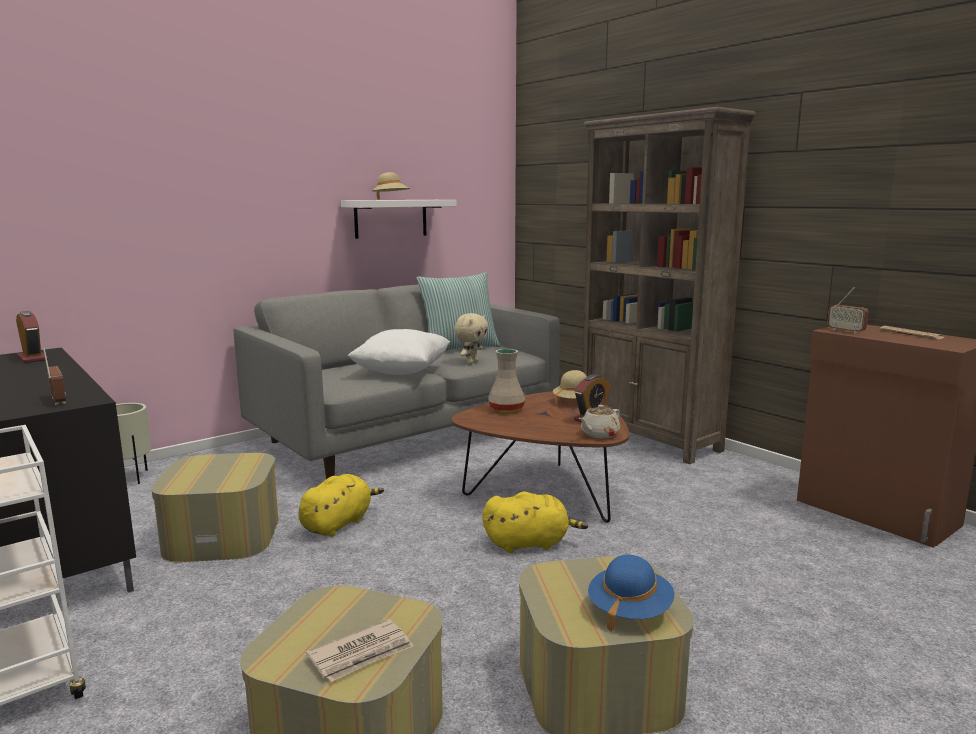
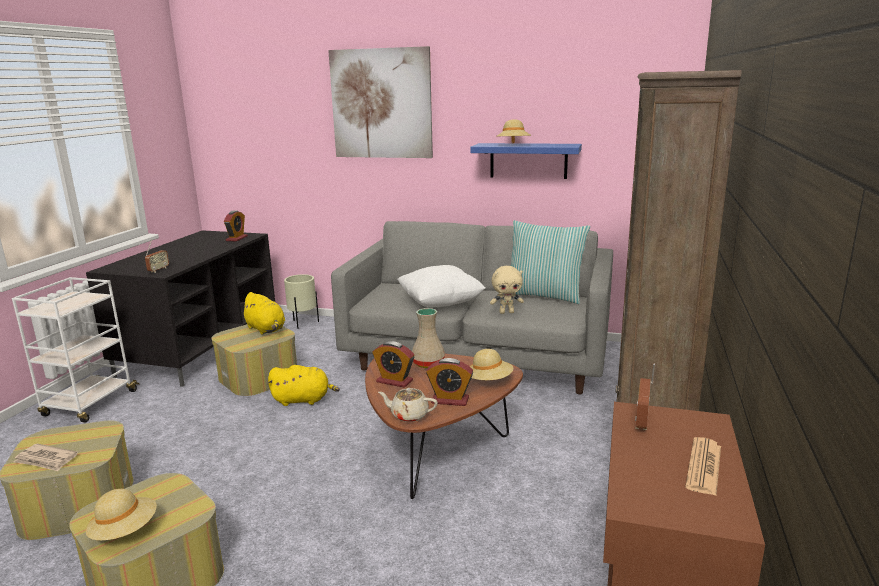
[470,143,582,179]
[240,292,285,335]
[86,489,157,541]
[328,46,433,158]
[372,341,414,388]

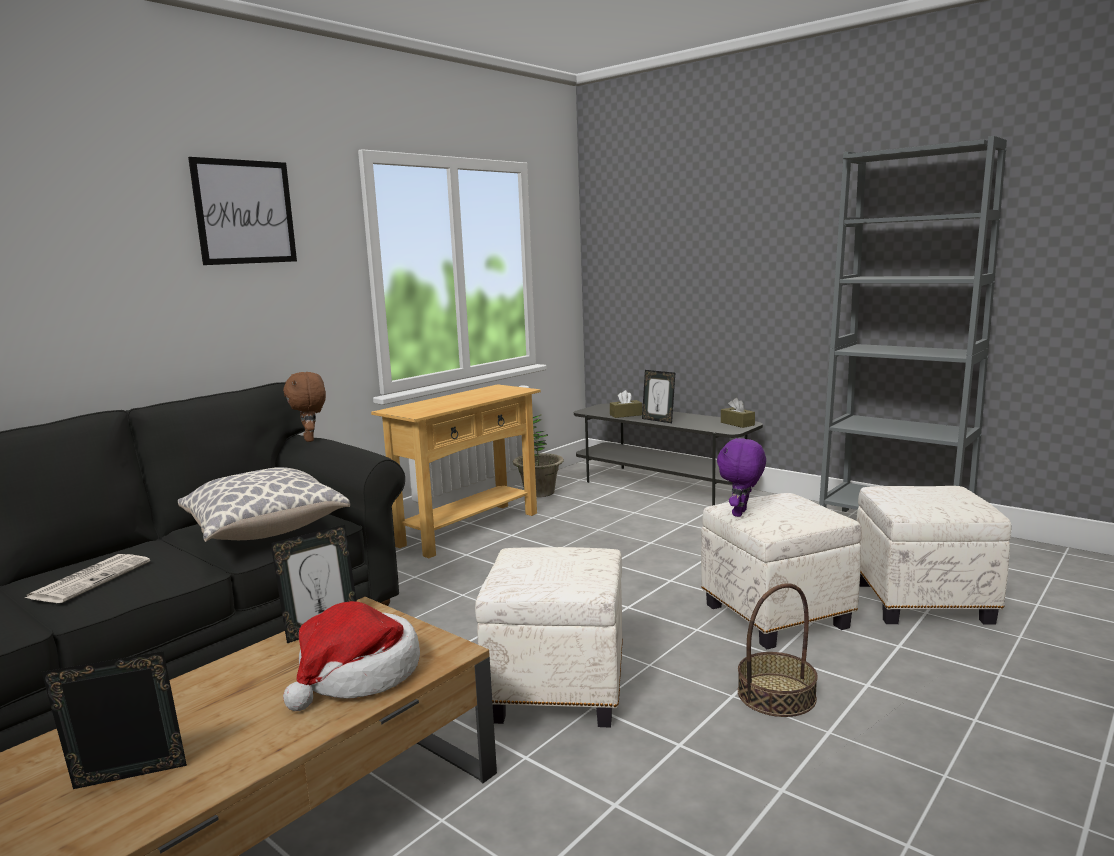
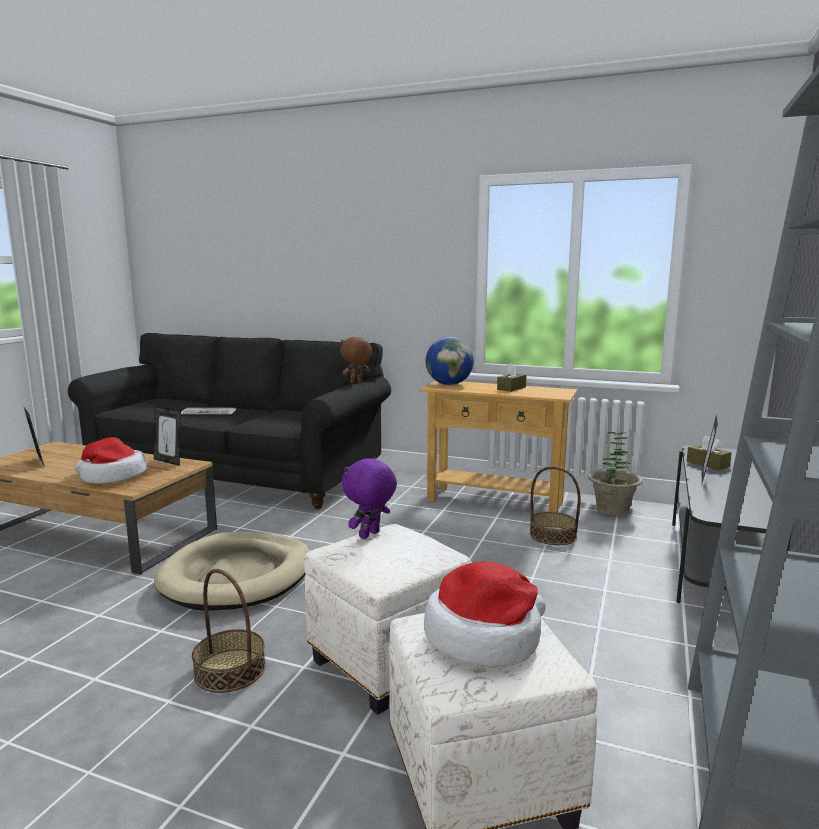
[188,157,297,265] (first image)
[497,363,526,392]
[342,457,397,539]
[178,467,350,542] (first image)
[154,532,310,611]
[426,337,474,385]
[530,466,580,545]
[424,562,546,667]

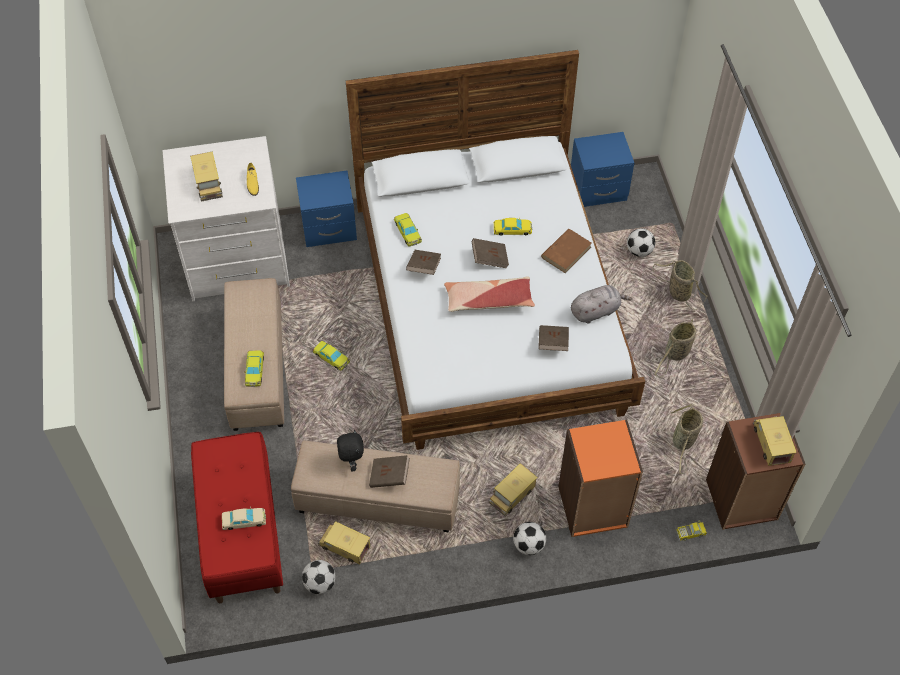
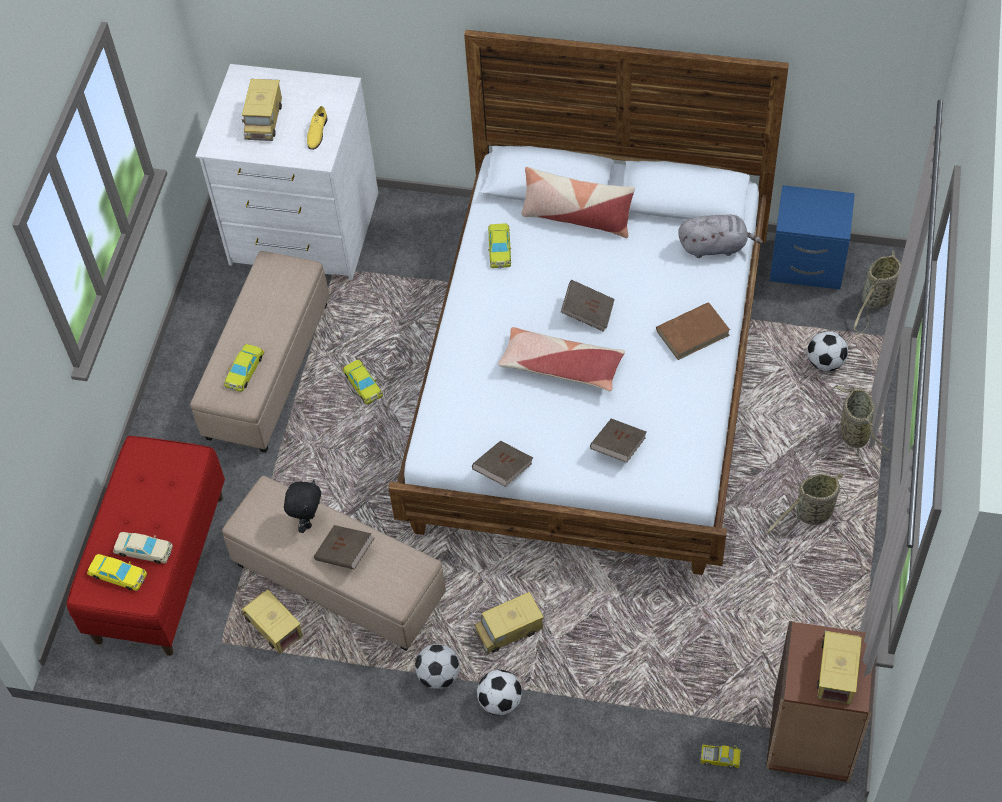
[296,170,357,247] (first image)
[87,554,147,591]
[472,441,533,487]
[678,215,763,258]
[853,251,901,332]
[558,419,643,537] (first image)
[415,644,460,689]
[521,167,635,238]

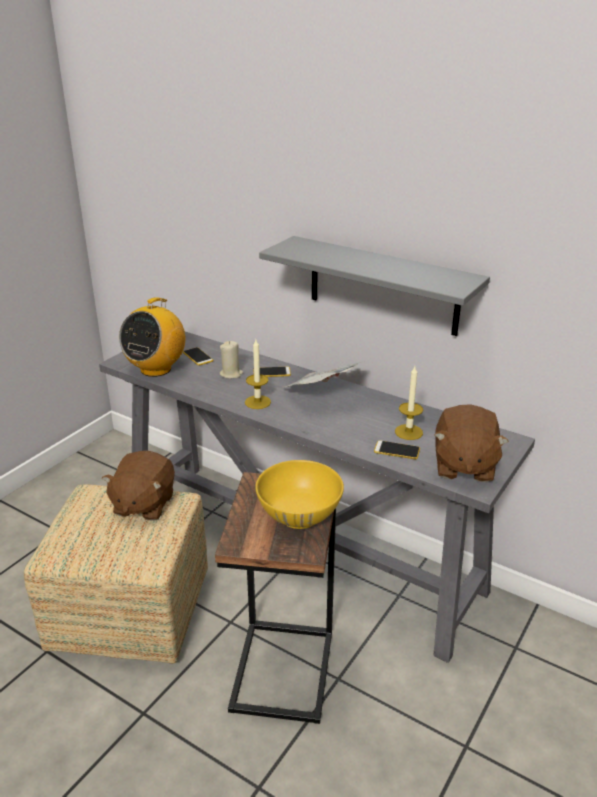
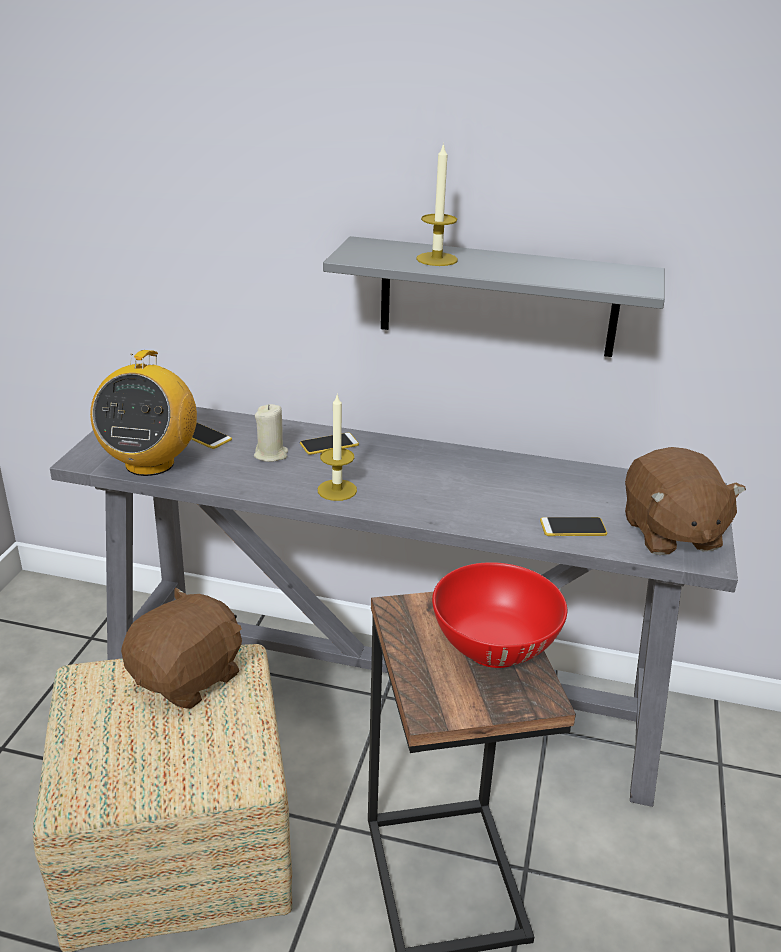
[281,362,361,388] (first image)
[416,143,458,266]
[121,587,242,709]
[432,562,567,668]

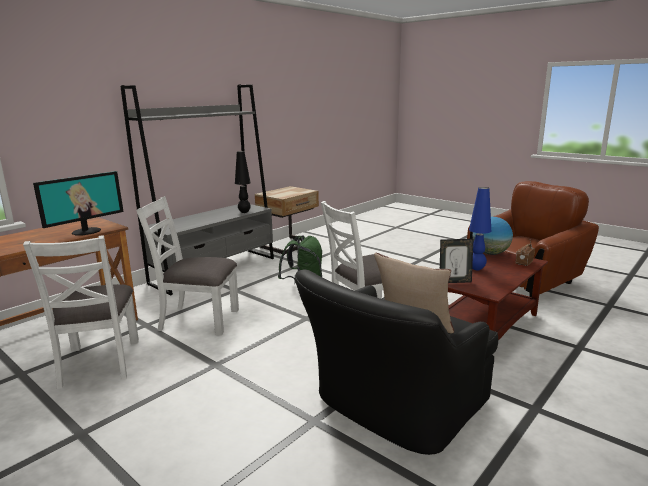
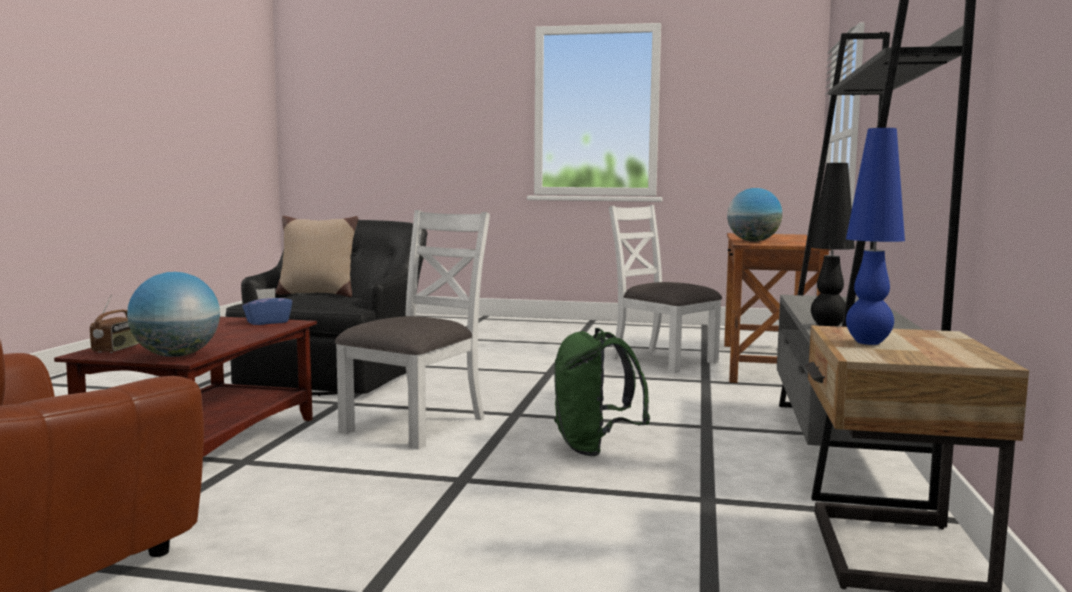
[727,188,782,242]
[846,128,905,345]
[136,196,239,335] (first image)
[242,288,292,325]

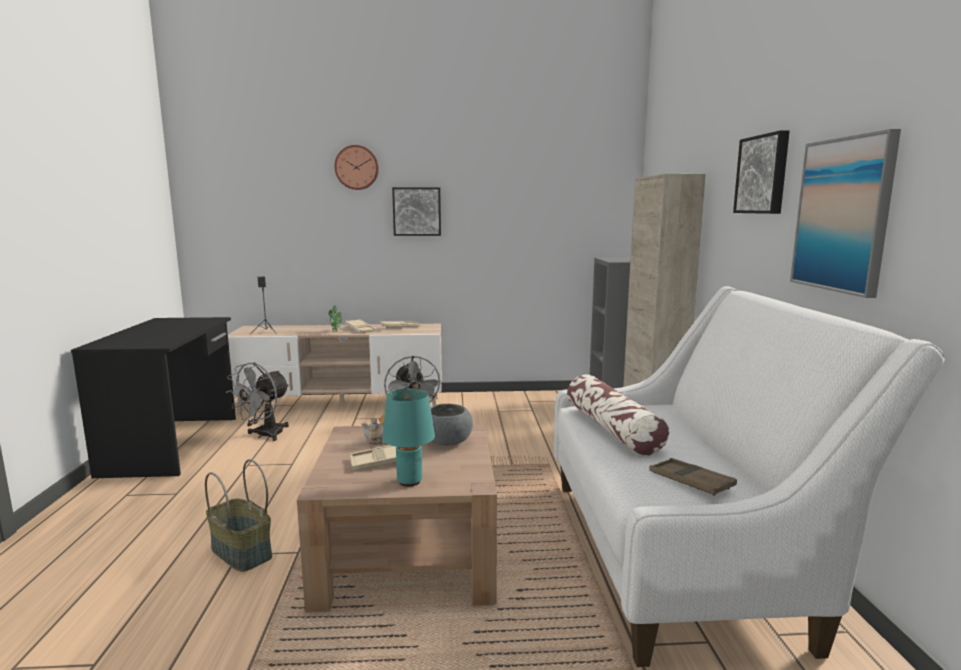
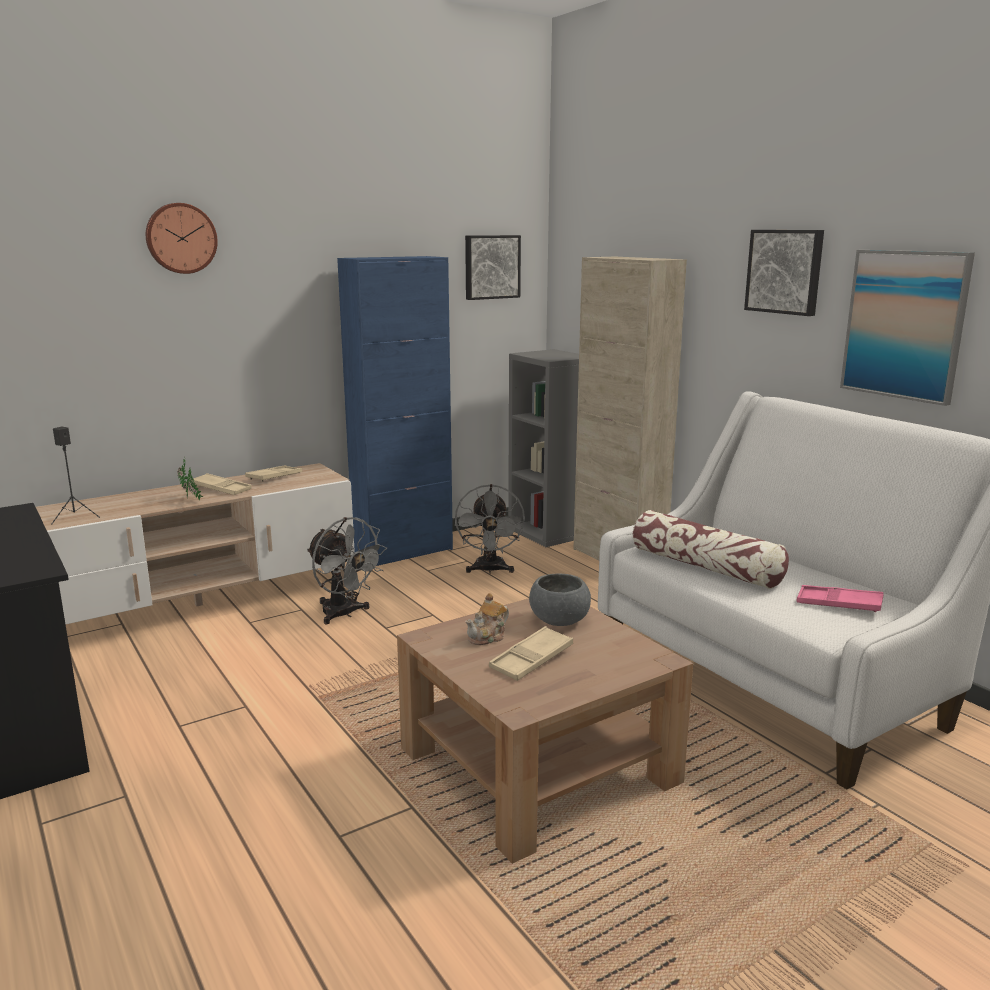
[465,235,521,300]
[455,484,525,574]
[382,388,435,487] (first image)
[797,585,884,612]
[205,459,272,572] (first image)
[337,256,453,566]

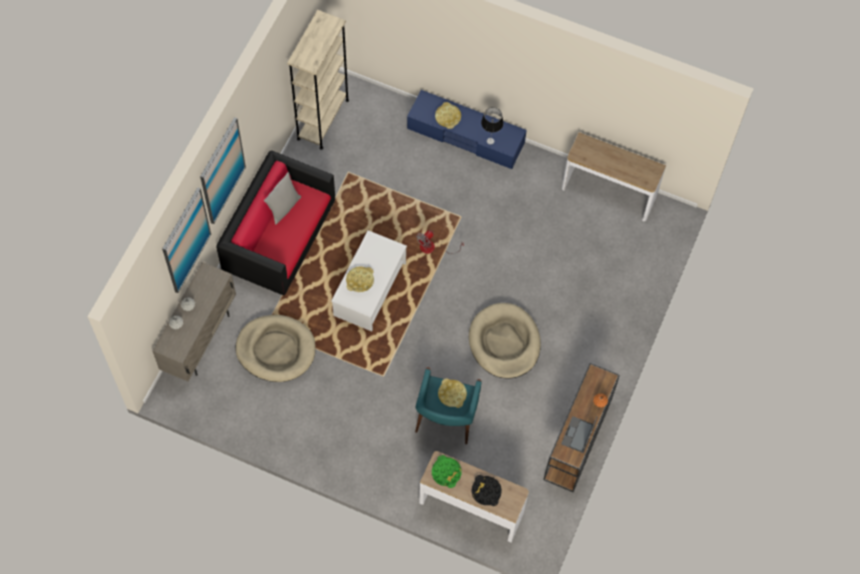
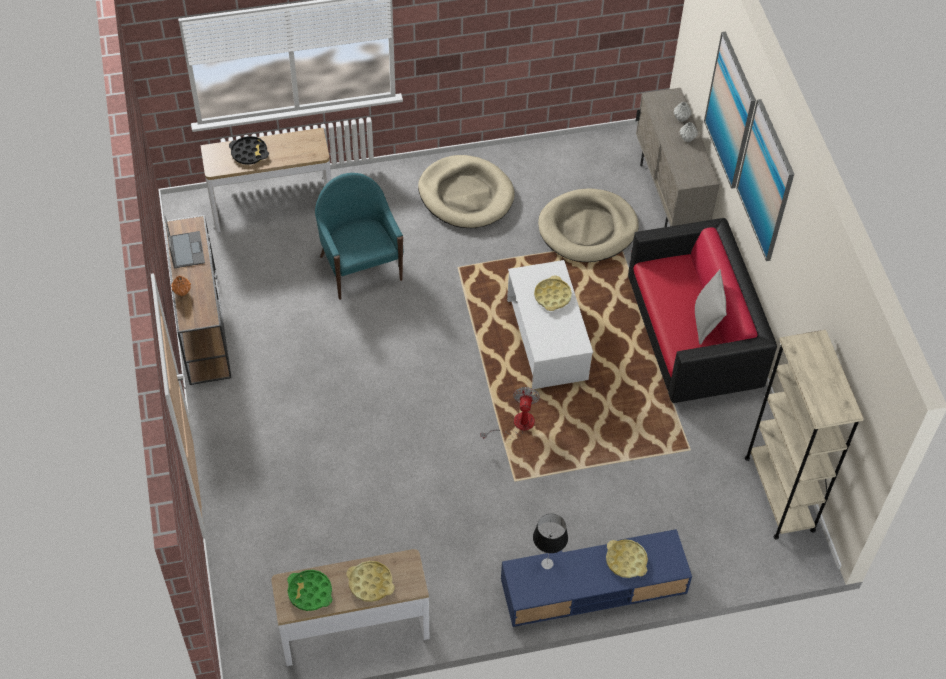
[418,155,515,228]
[346,561,395,602]
[287,570,332,611]

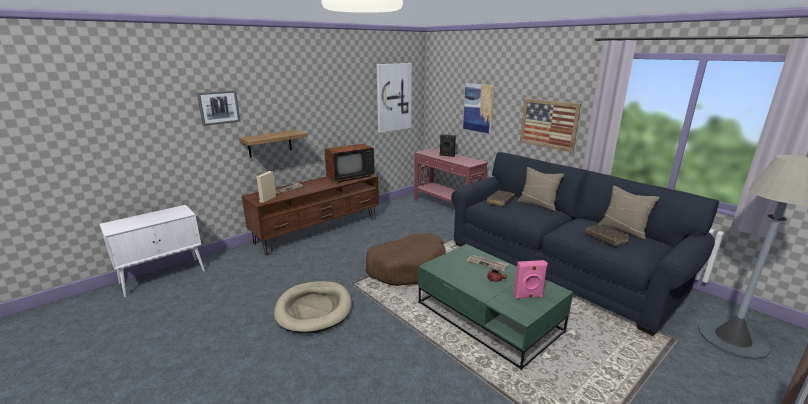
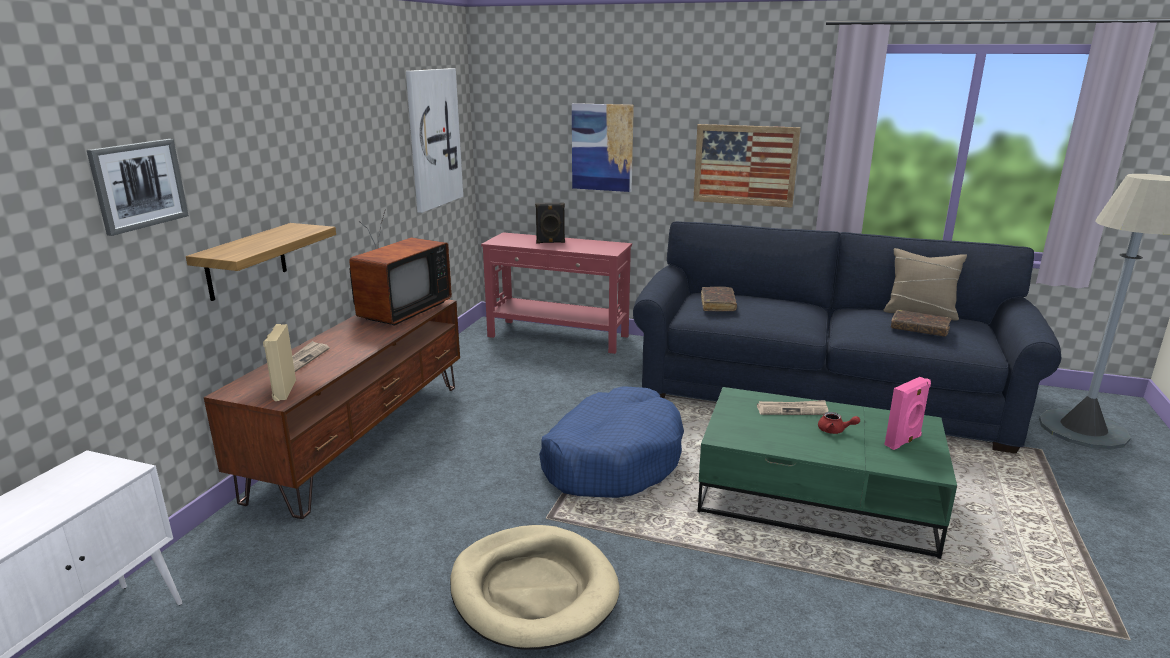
[518,167,564,211] (first image)
[539,387,684,498]

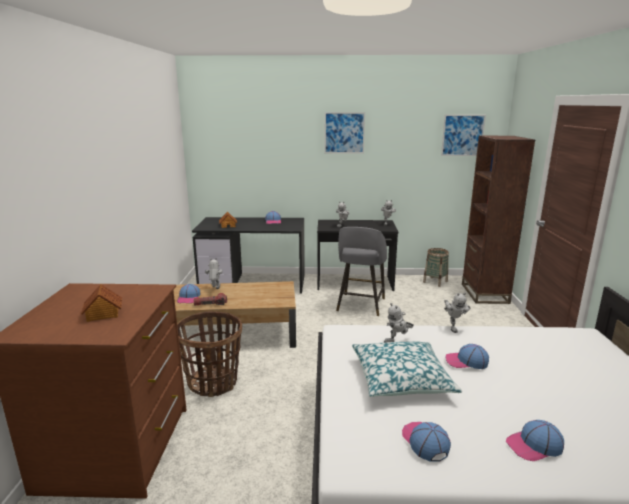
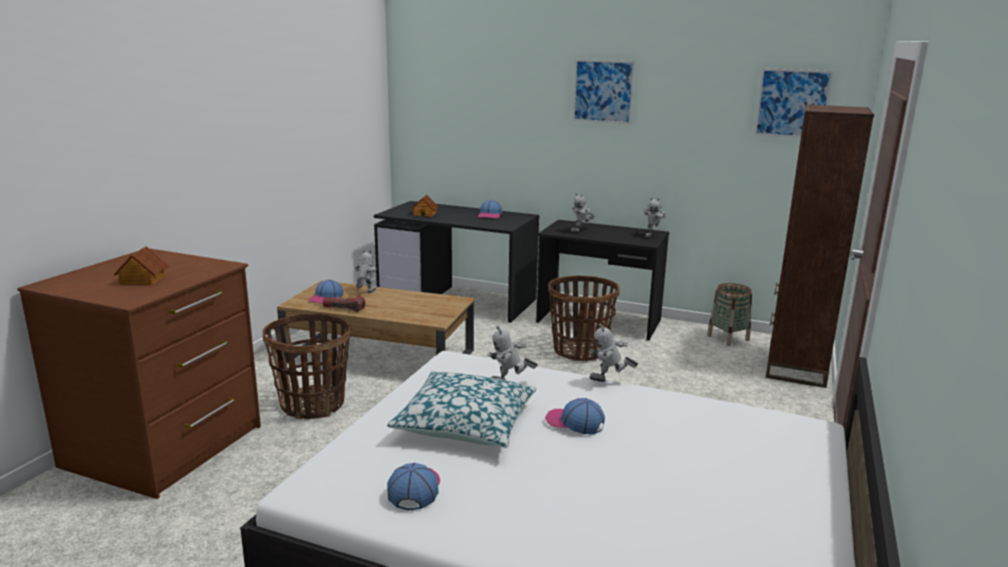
[548,275,620,362]
[589,324,638,382]
[506,420,564,461] (first image)

